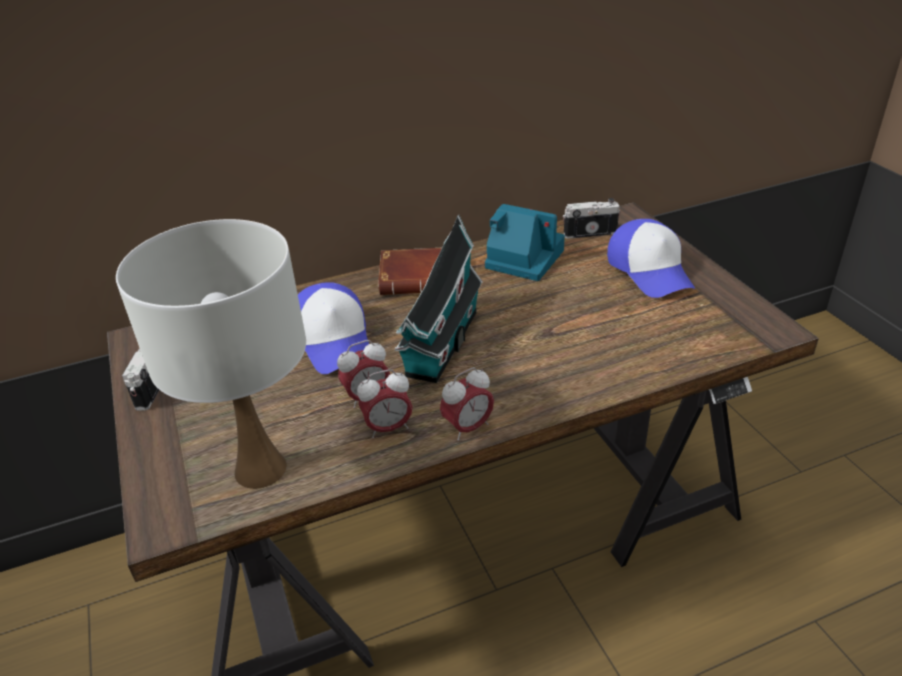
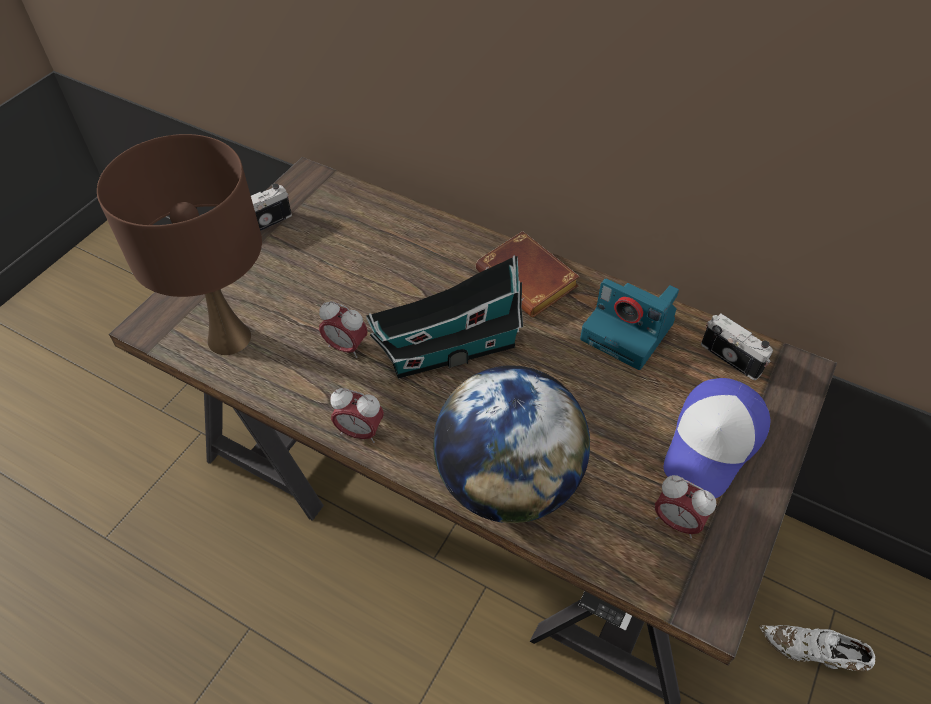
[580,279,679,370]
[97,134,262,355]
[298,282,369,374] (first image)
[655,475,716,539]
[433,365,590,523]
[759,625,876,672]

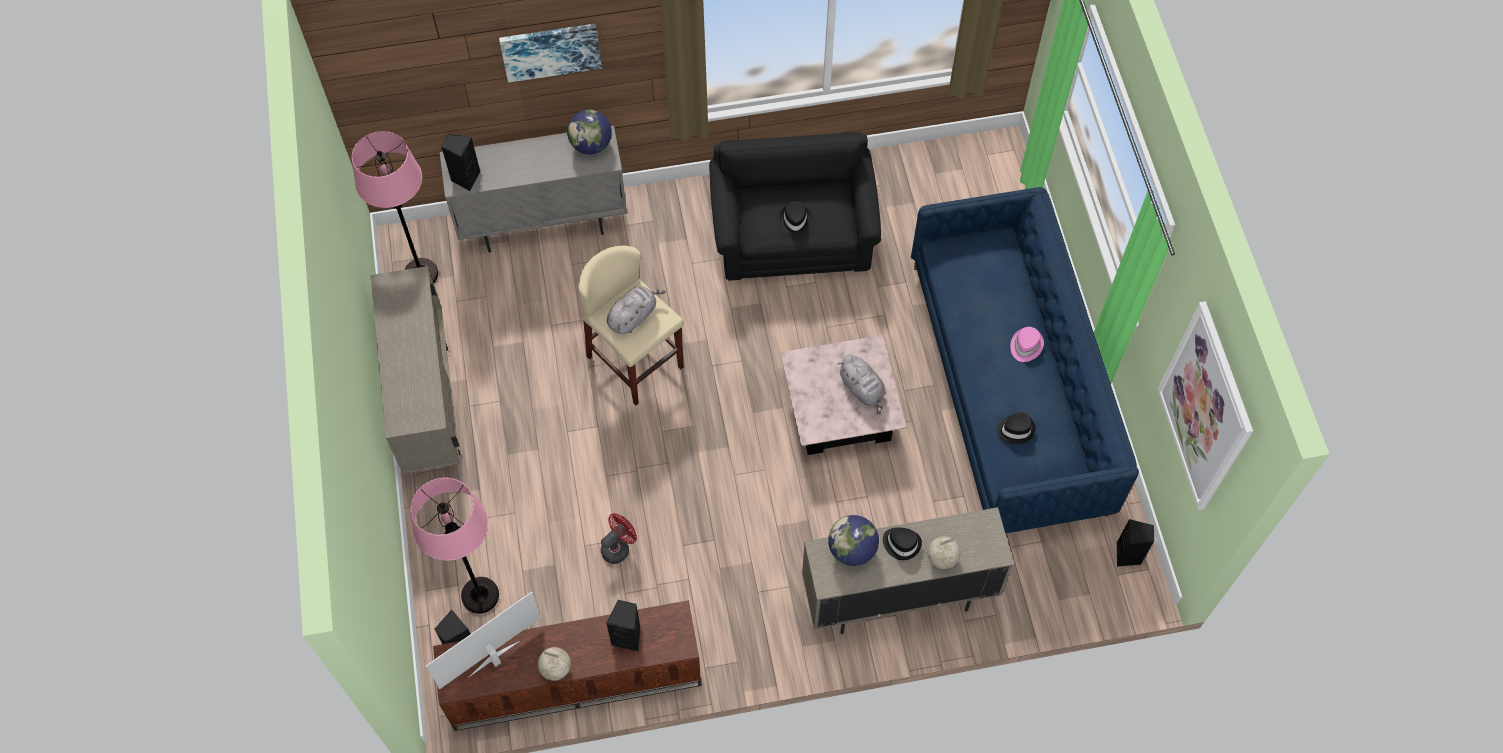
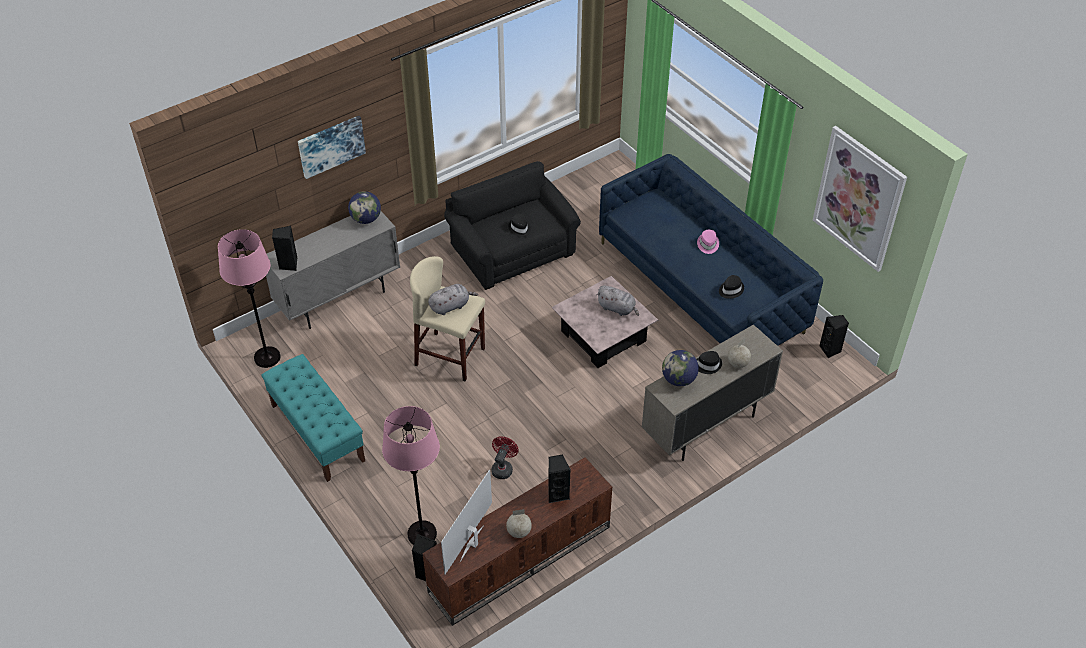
[261,354,365,482]
[428,284,478,315]

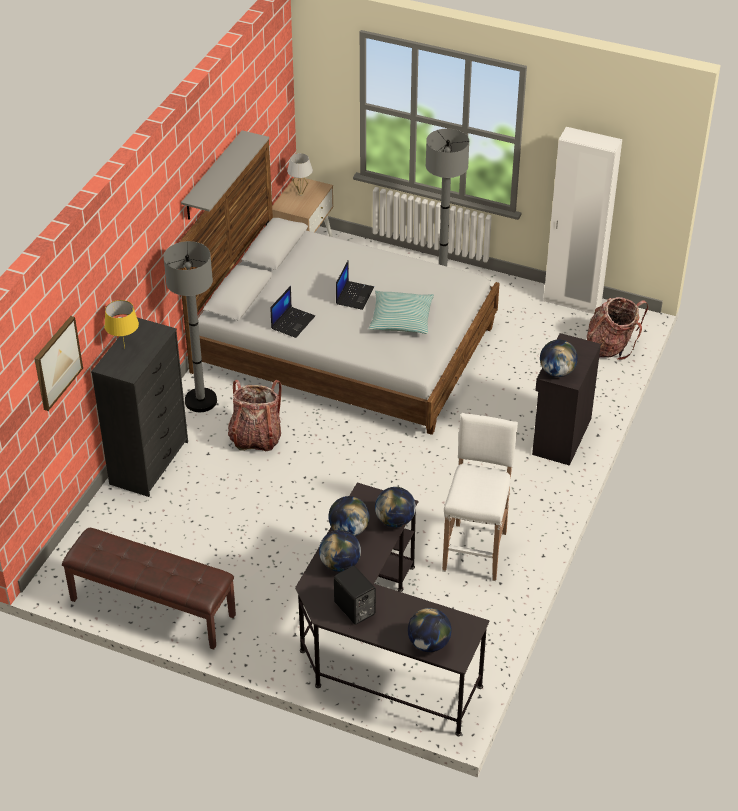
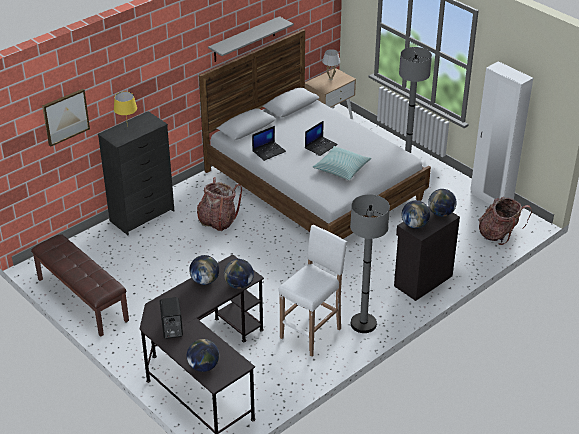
[350,194,390,333]
[428,189,457,217]

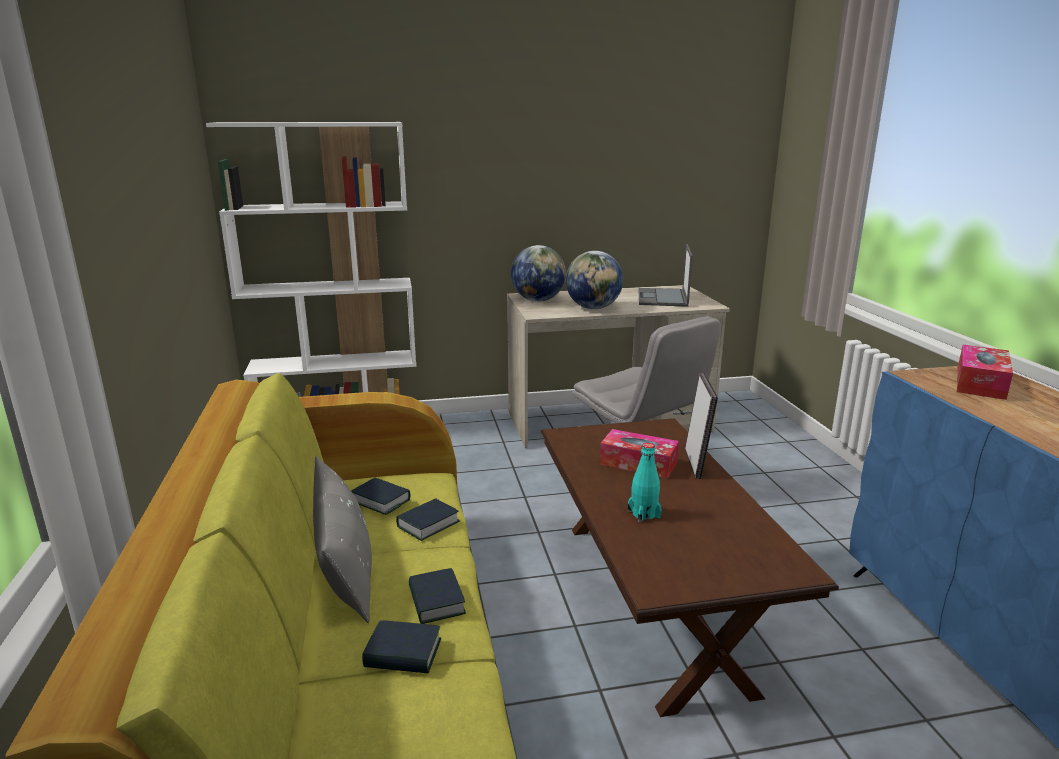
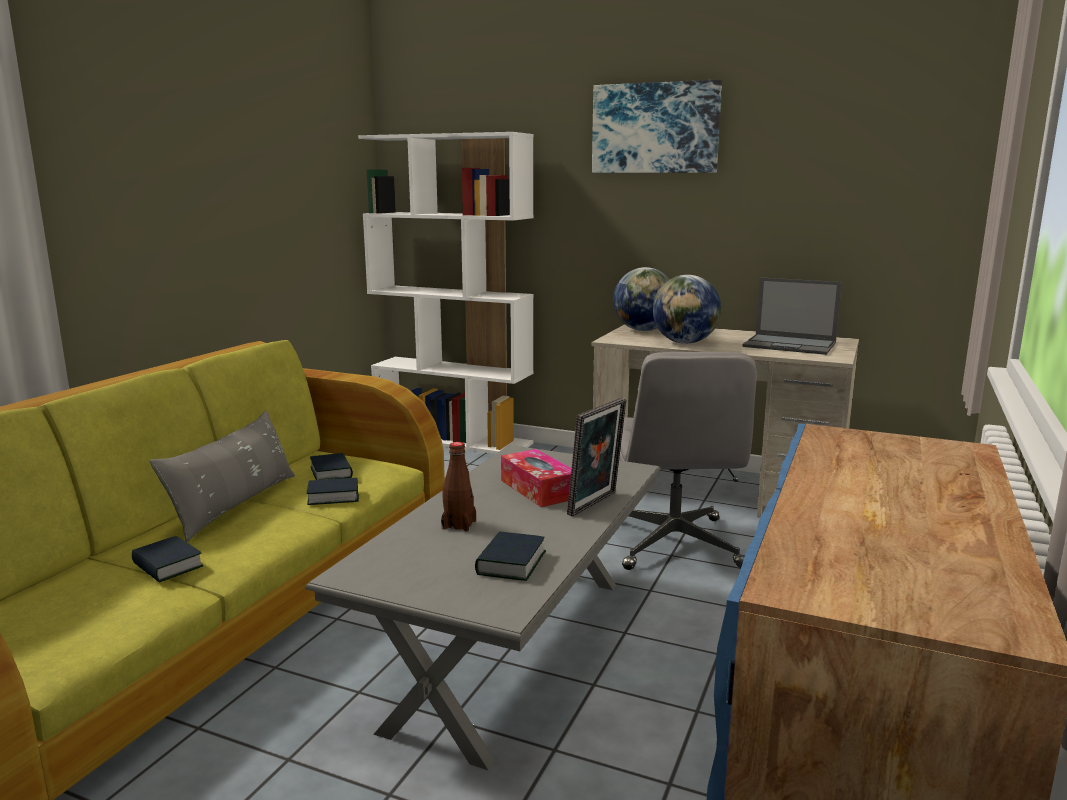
[742,278,842,355]
[957,345,1013,400] (first image)
[305,445,660,770]
[441,442,476,532]
[475,531,546,581]
[592,79,722,173]

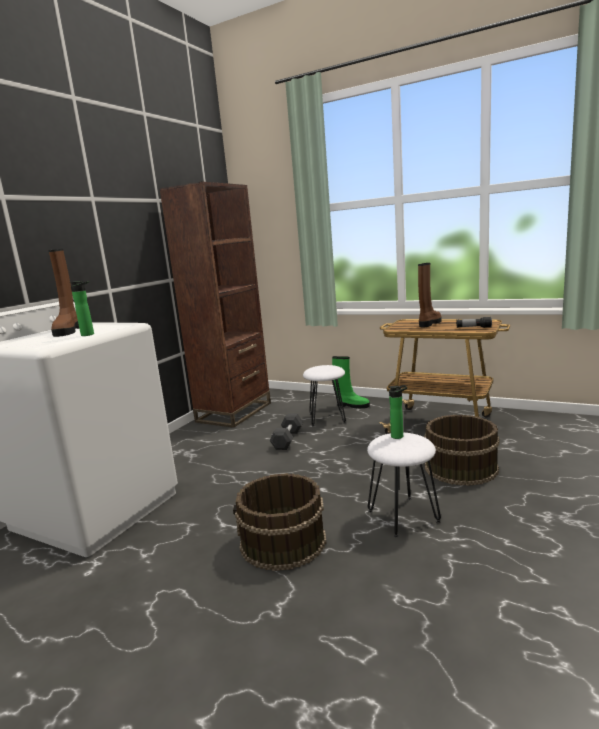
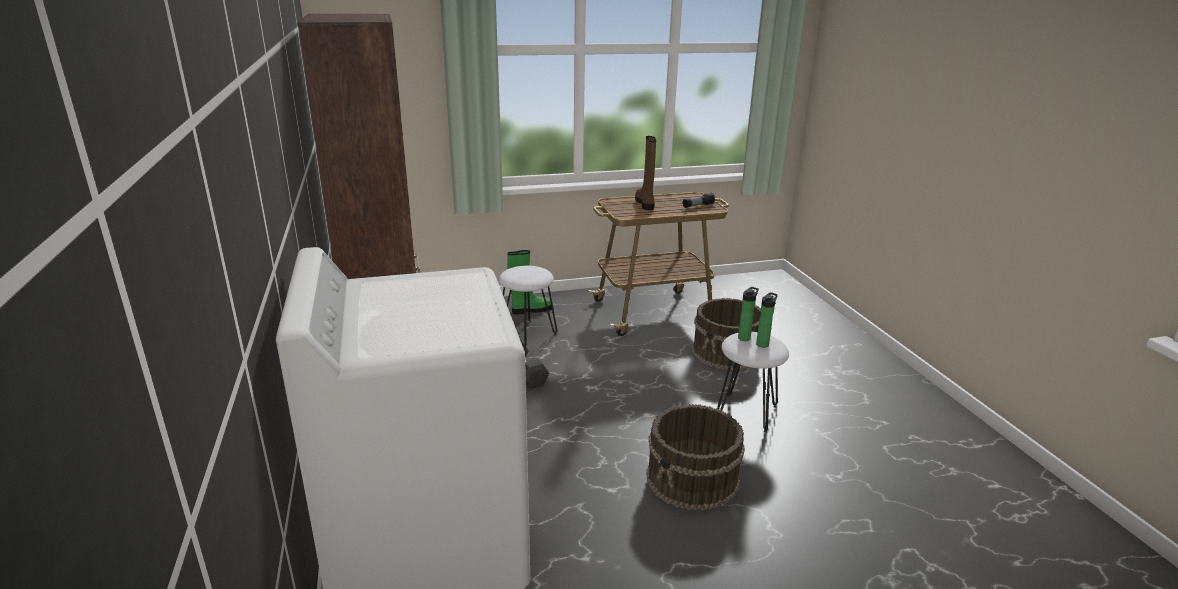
[48,249,79,337] (first image)
[756,292,778,348]

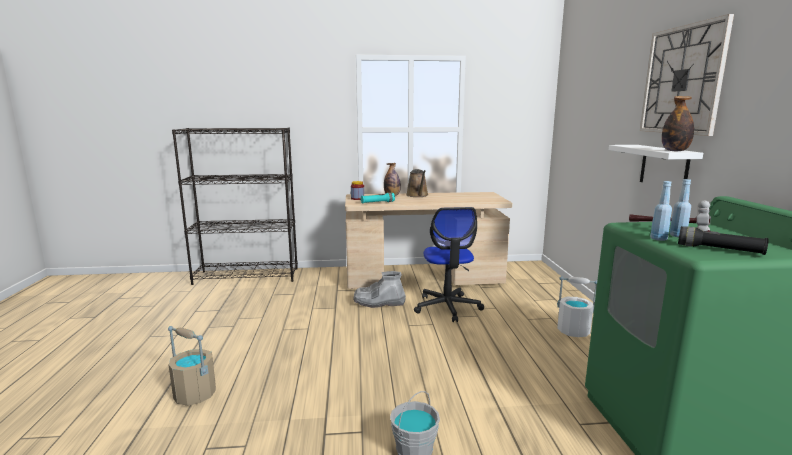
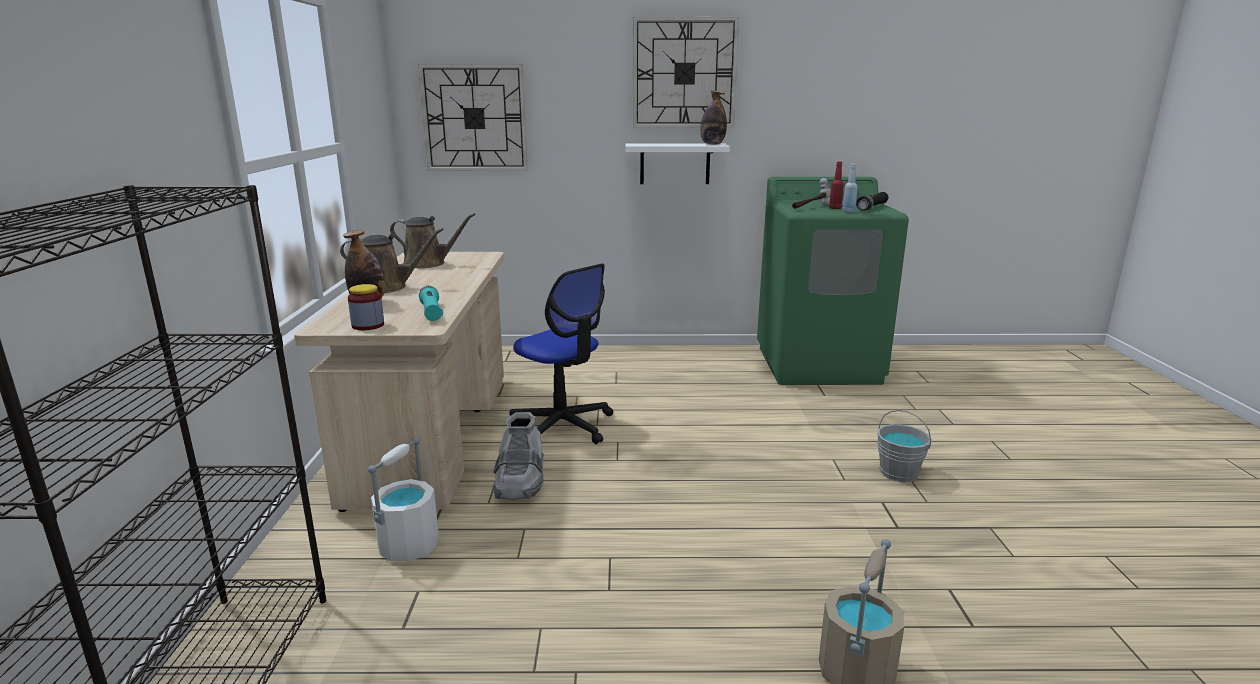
[829,162,844,209]
[510,263,613,444]
[368,438,439,561]
[418,64,528,171]
[390,213,475,268]

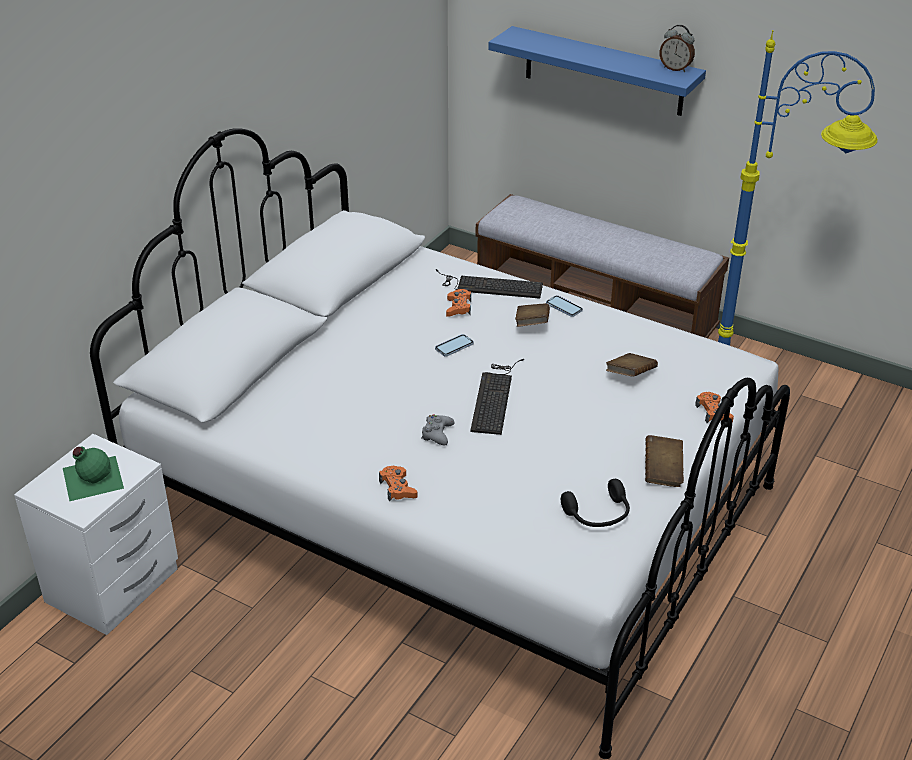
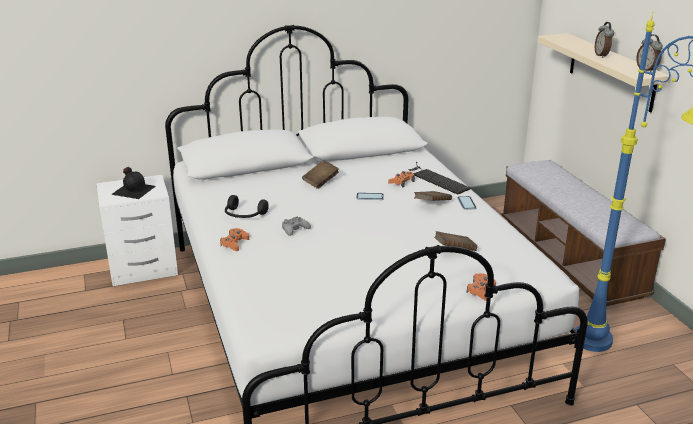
[538,33,671,112]
[470,359,524,435] (first image)
[302,160,339,189]
[111,167,156,199]
[225,195,269,218]
[595,22,614,58]

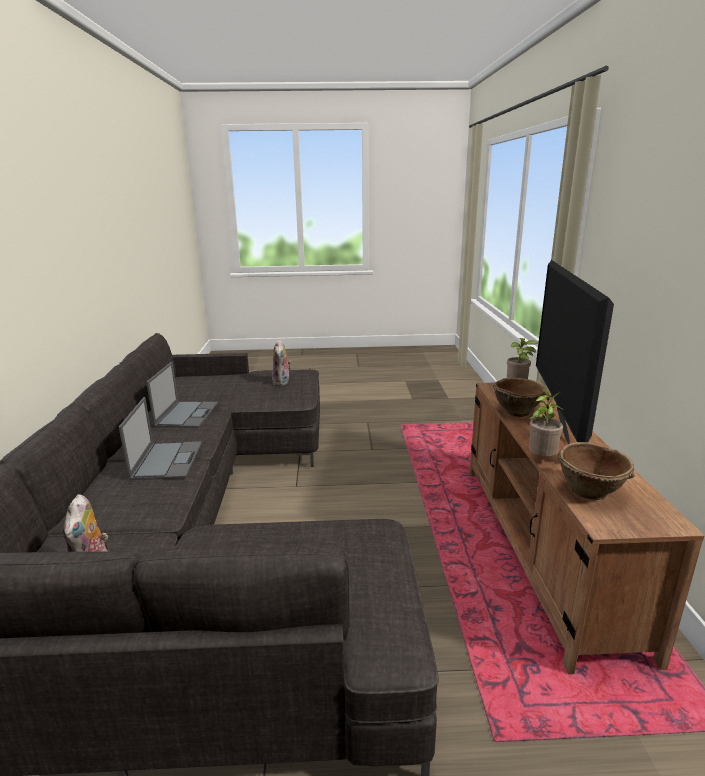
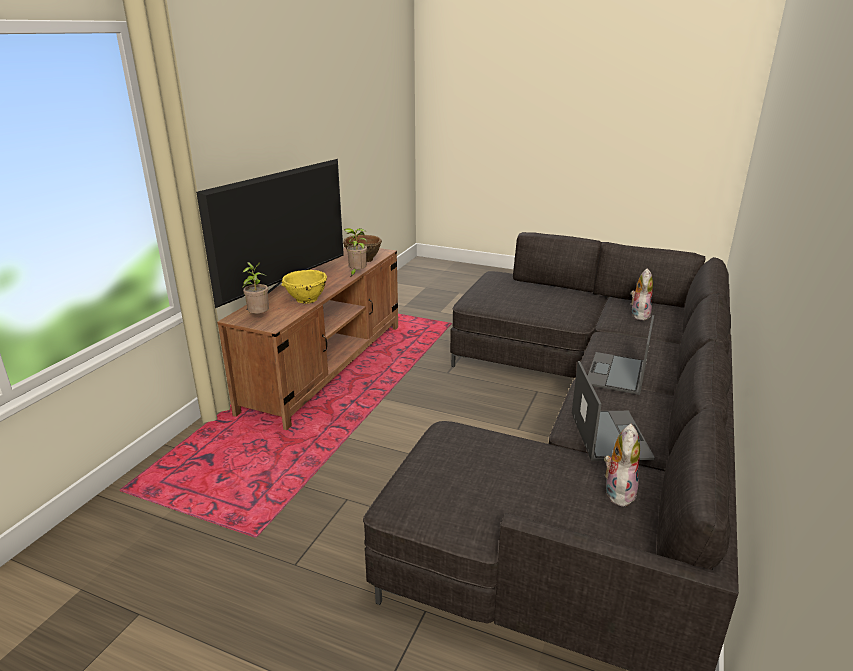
[604,424,640,506]
[572,361,655,461]
[281,270,327,304]

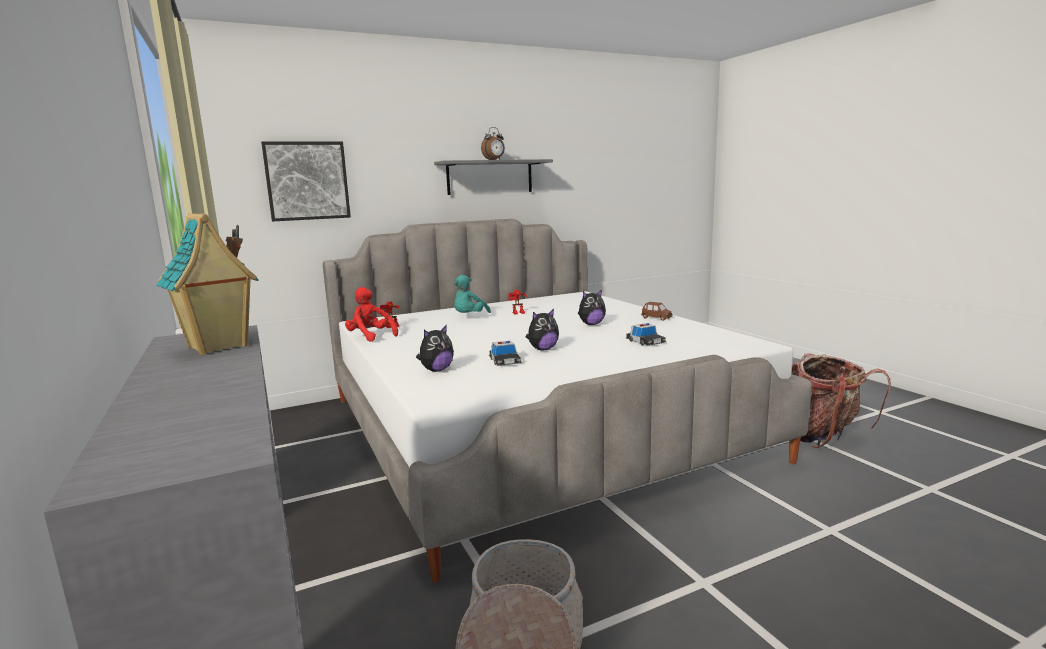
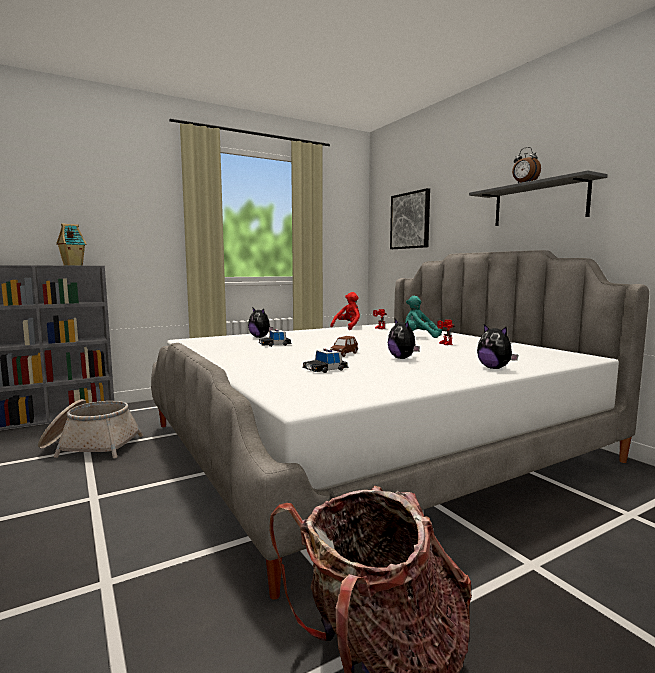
[330,336,358,357]
[477,324,518,369]

